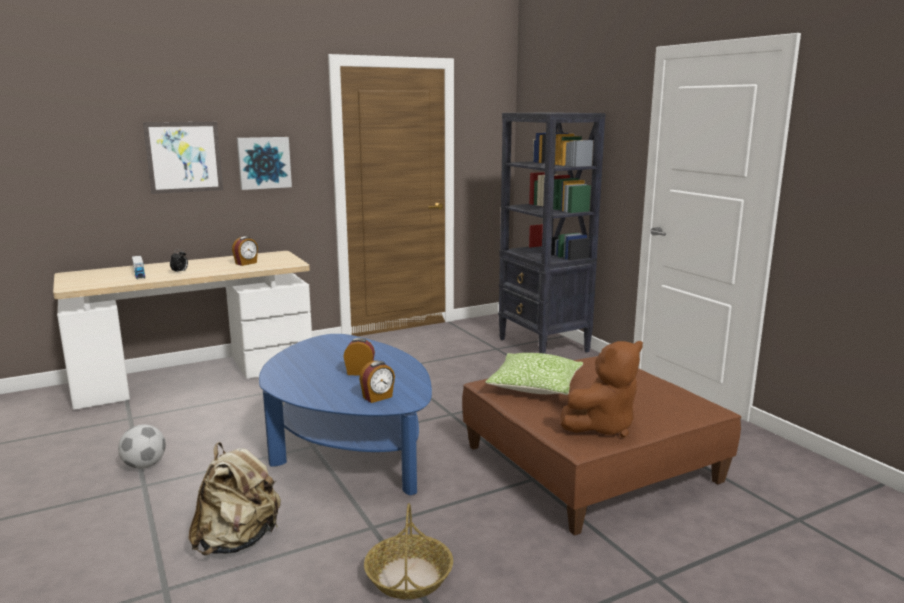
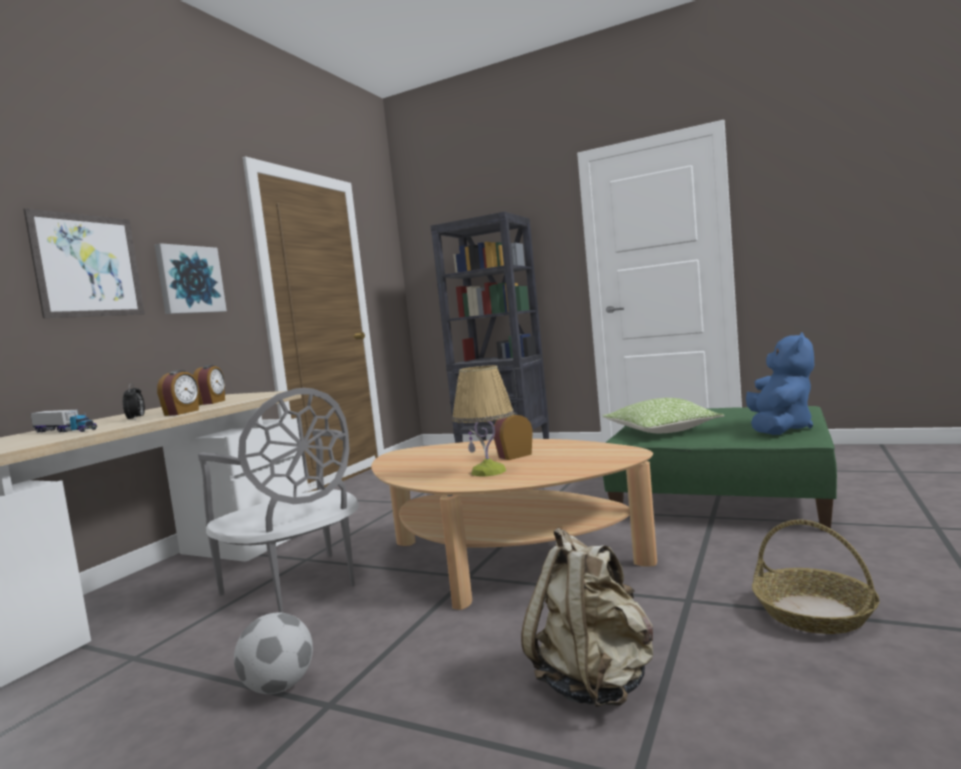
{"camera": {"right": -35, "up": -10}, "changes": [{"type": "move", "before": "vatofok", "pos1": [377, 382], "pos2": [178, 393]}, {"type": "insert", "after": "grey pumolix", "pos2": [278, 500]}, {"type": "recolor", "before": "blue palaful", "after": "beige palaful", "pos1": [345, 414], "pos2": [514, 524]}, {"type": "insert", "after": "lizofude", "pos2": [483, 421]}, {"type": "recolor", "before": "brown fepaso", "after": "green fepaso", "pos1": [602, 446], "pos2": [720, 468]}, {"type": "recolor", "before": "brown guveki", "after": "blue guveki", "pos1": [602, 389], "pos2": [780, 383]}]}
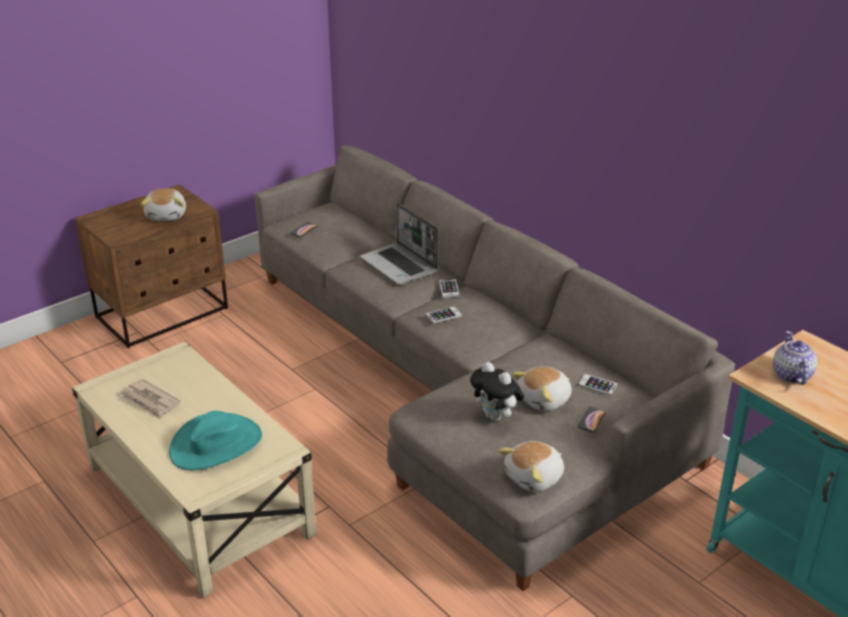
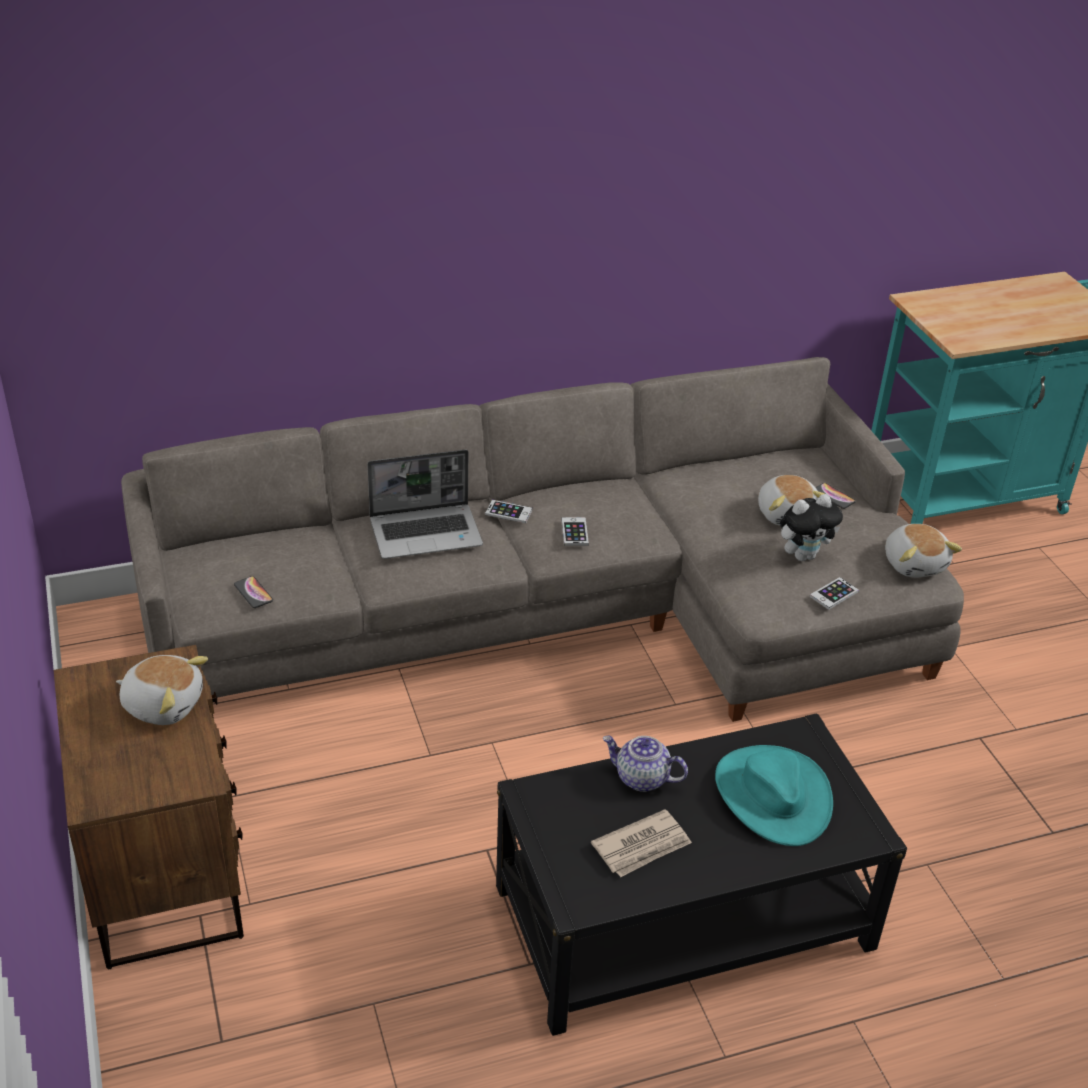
{"camera": {"right": -70, "up": 5}, "changes": [{"type": "recolor", "before": "beige palaful", "after": "black palaful", "pos1": [194, 470], "pos2": [701, 875]}, {"type": "move", "before": "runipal", "pos1": [795, 358], "pos2": [645, 764]}, {"type": "move", "before": "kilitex", "pos1": [597, 385], "pos2": [834, 593]}]}
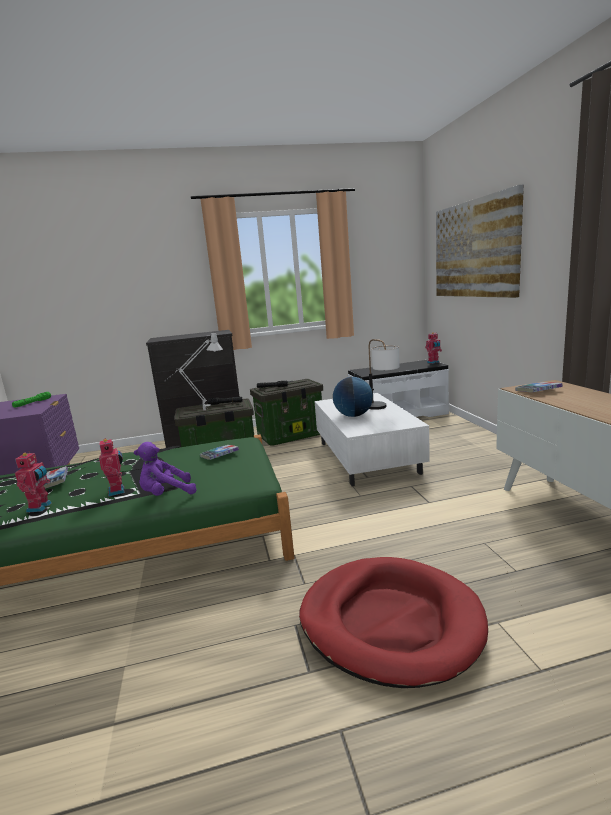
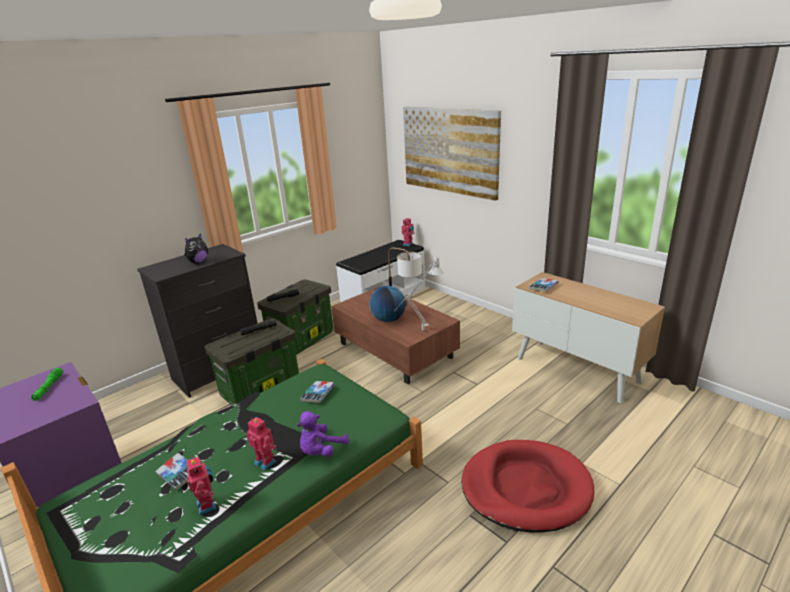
{"camera": {"right": -30, "up": 10}, "changes": [{"type": "insert", "after": "guveki", "pos2": [196, 249]}, {"type": "recolor", "before": "white palaful", "after": "brown palaful", "pos1": [372, 439], "pos2": [395, 335]}, {"type": "move", "before": "grey lizofude", "pos1": [193, 371], "pos2": [419, 293]}]}
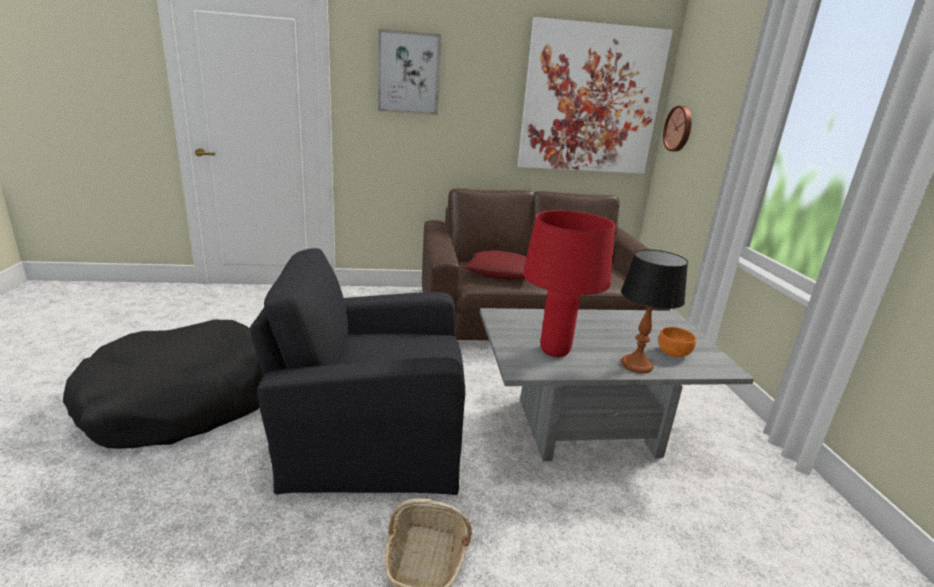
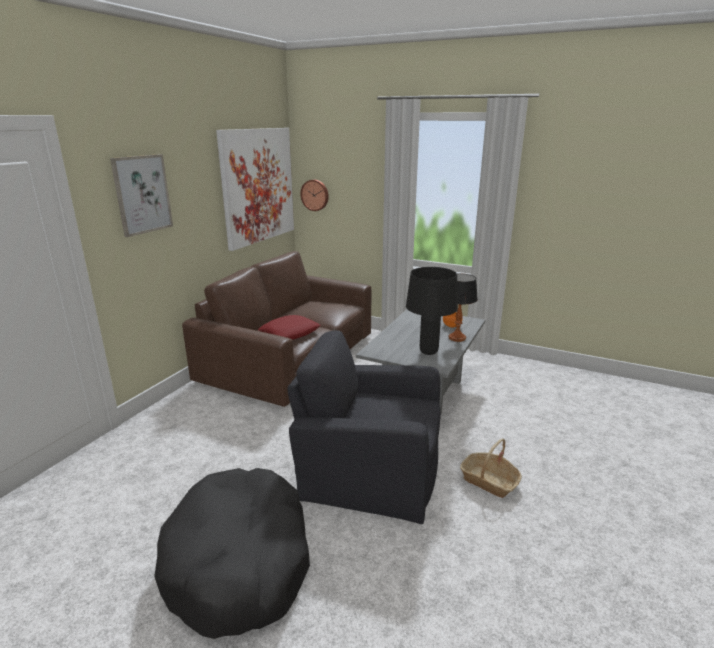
{"camera": {"right": -55, "up": 0}, "changes": [{"type": "rotate", "before": "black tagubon", "pos1": [357, 371], "pos2": [364, 427], "turn": 75}, {"type": "recolor", "before": "red lizofude", "after": "black lizofude", "pos1": [569, 283], "pos2": [432, 311]}]}
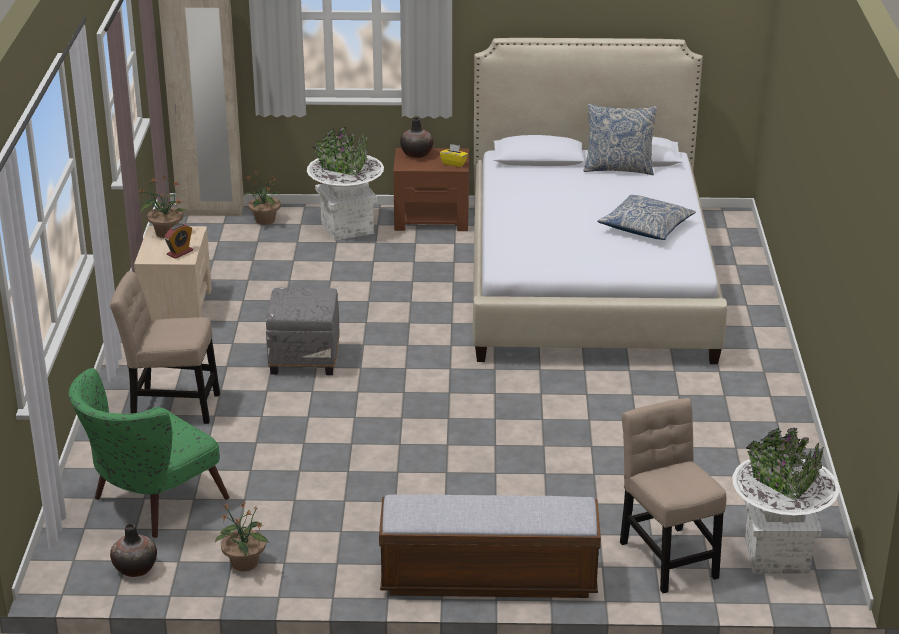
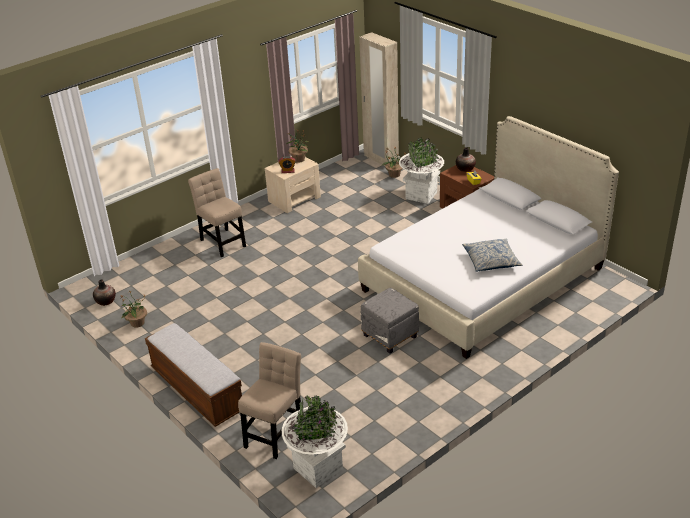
{"camera": {"right": 50, "up": 5}, "changes": [{"type": "move", "before": "grey fepaso", "pos1": [303, 331], "pos2": [389, 321]}, {"type": "delete", "before": "green tagubon", "pos1": [148, 453]}, {"type": "delete", "before": "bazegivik", "pos1": [620, 139]}]}
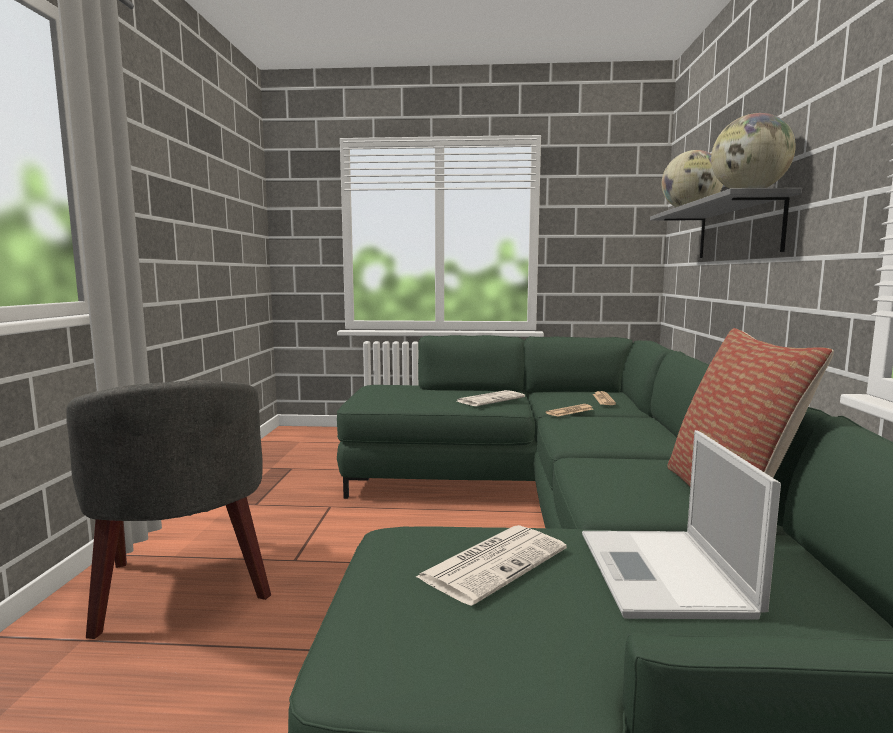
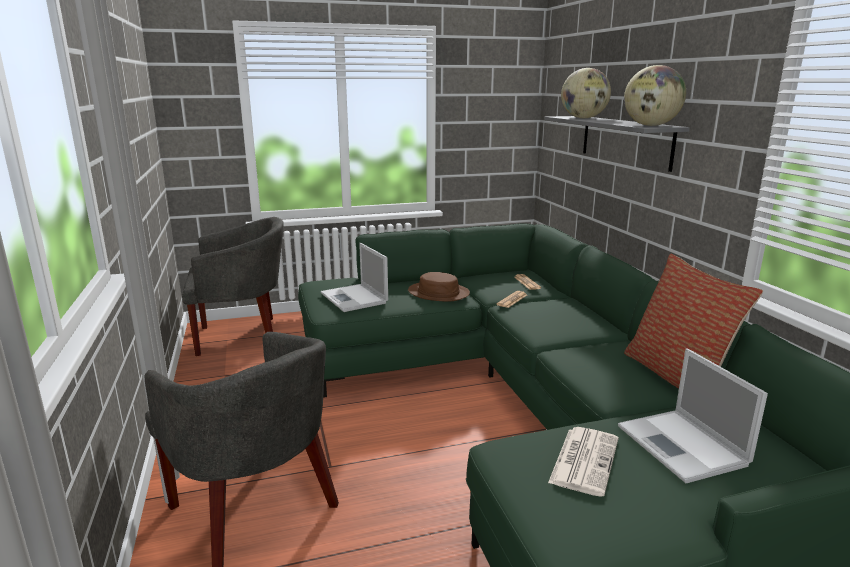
{"camera": {"right": -20, "up": 10}, "changes": [{"type": "insert", "after": "grey tagubon", "pos2": [233, 286]}, {"type": "insert", "after": "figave", "pos2": [354, 277]}, {"type": "replace", "before": "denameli", "after": "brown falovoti", "pos1": [491, 398], "pos2": [439, 287]}]}
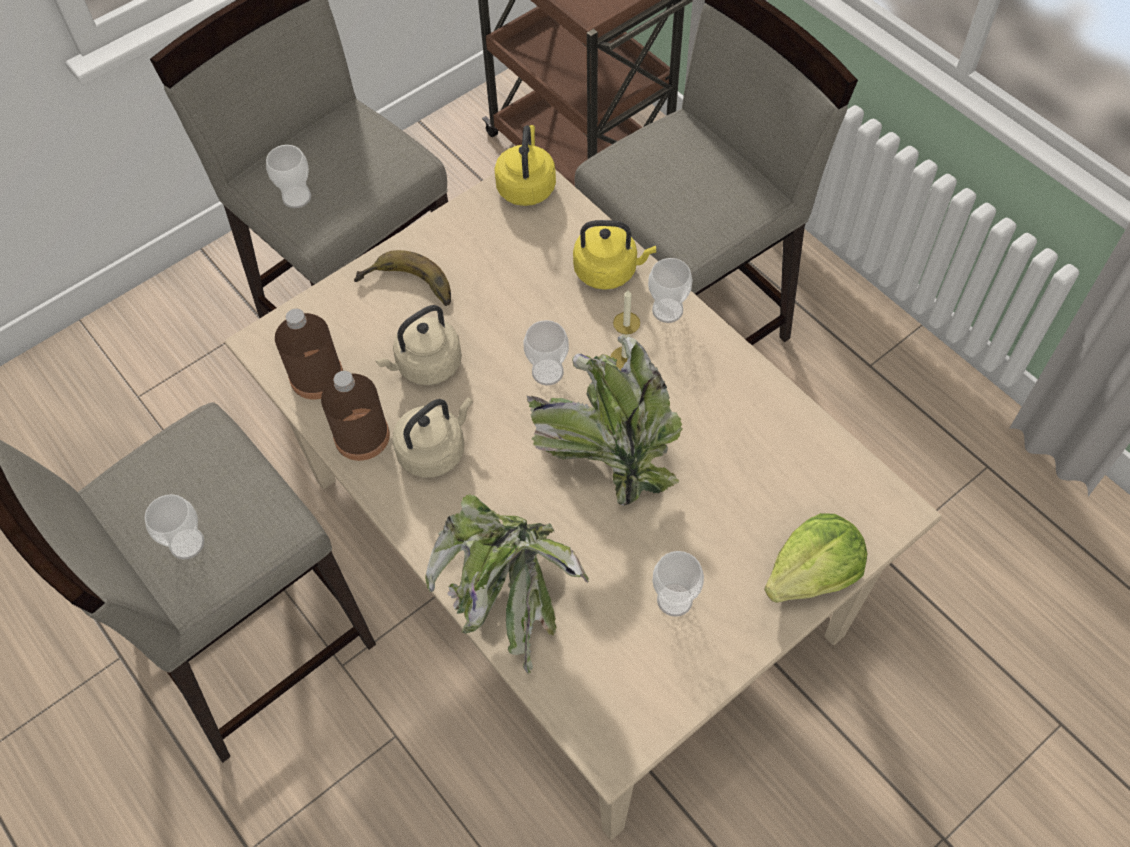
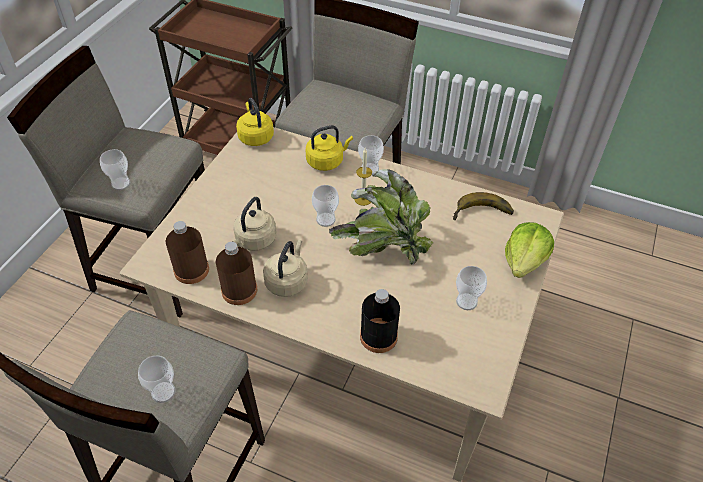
{"camera": {"right": -30, "up": -10}, "changes": [{"type": "replace", "before": "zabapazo", "after": "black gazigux", "pos1": [507, 584], "pos2": [380, 321]}, {"type": "move", "before": "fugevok", "pos1": [402, 278], "pos2": [483, 206]}]}
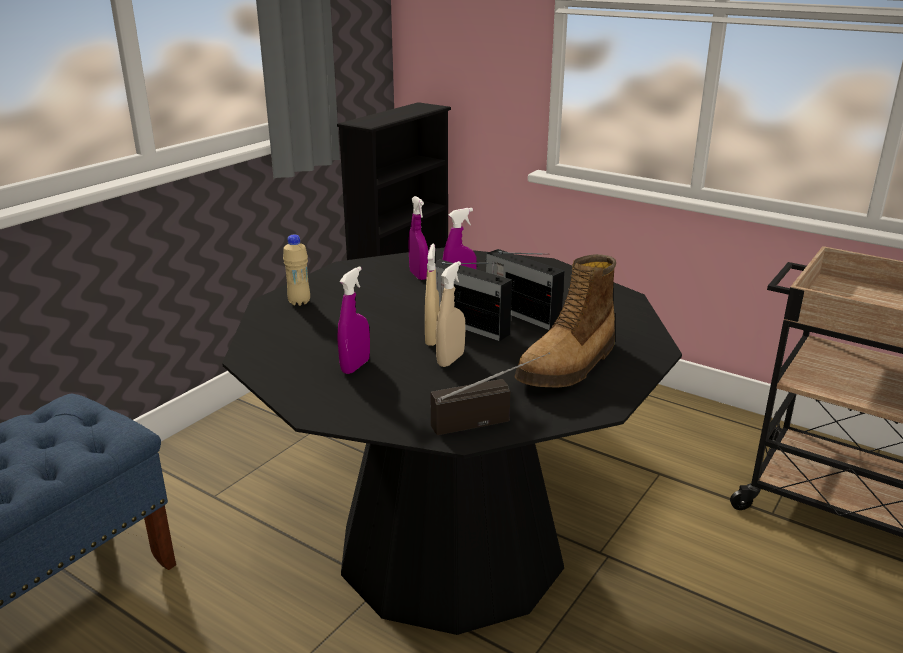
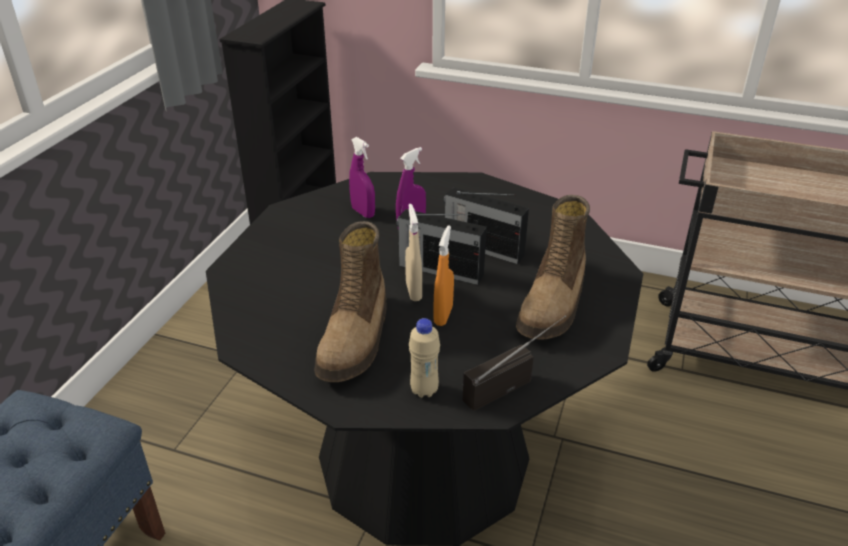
{"camera": {"right": -15, "up": 10}, "changes": [{"type": "replace", "before": "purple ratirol", "after": "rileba", "pos1": [353, 320], "pos2": [350, 301]}, {"type": "move", "before": "beige gazigux", "pos1": [296, 270], "pos2": [424, 358]}, {"type": "recolor", "before": "beige ratirol", "after": "orange ratirol", "pos1": [450, 314], "pos2": [443, 275]}]}
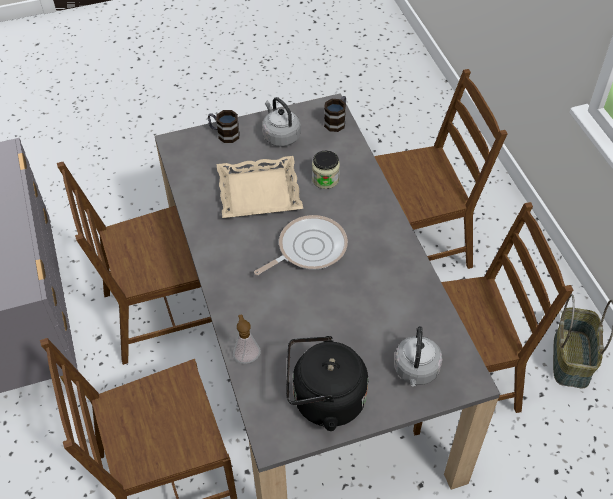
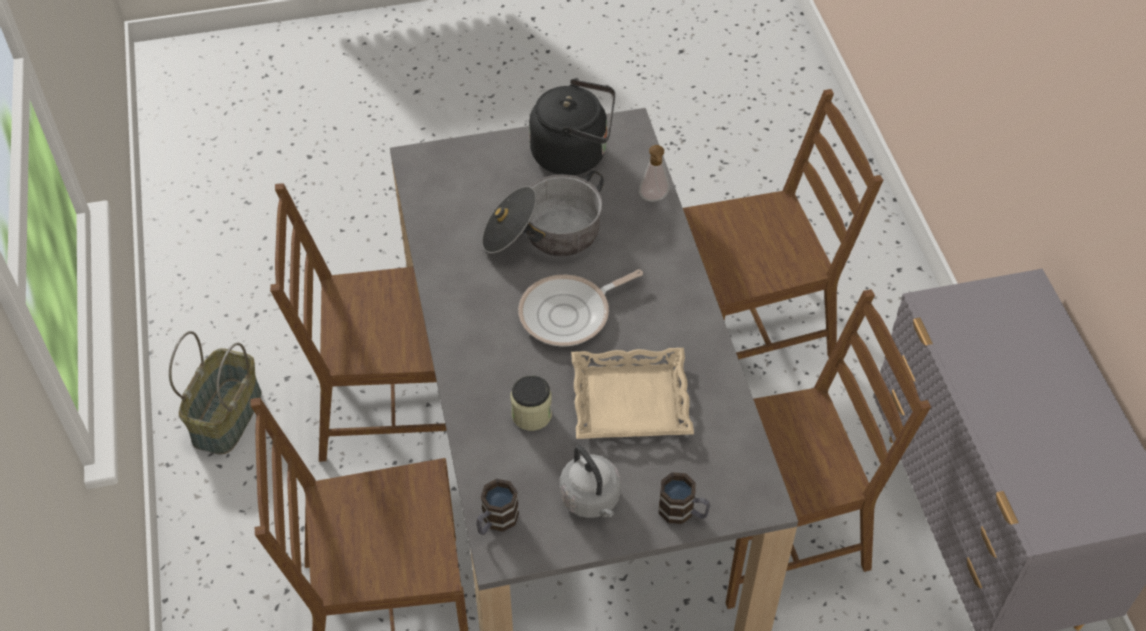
{"camera": {"right": -175, "up": 0}, "changes": [{"type": "insert", "after": "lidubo", "pos2": [543, 213]}, {"type": "delete", "before": "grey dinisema", "pos1": [418, 356]}]}
